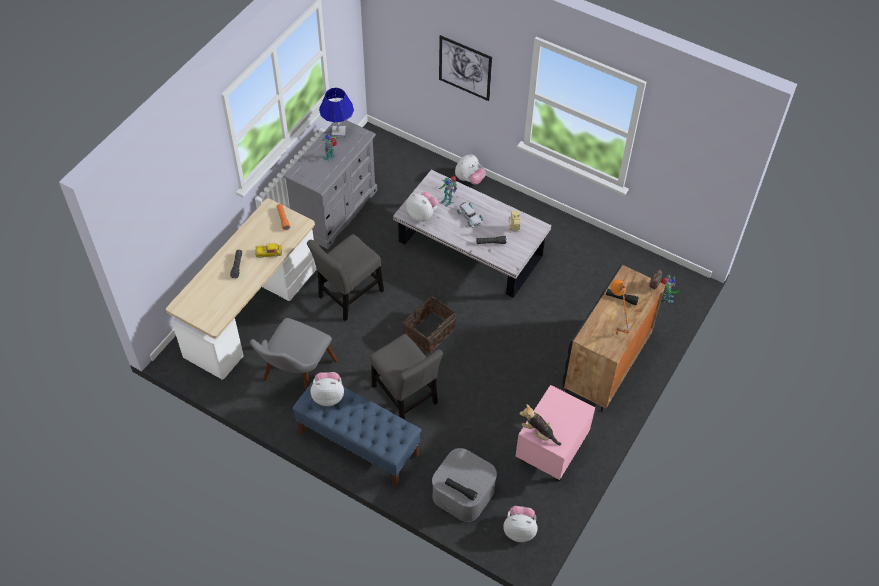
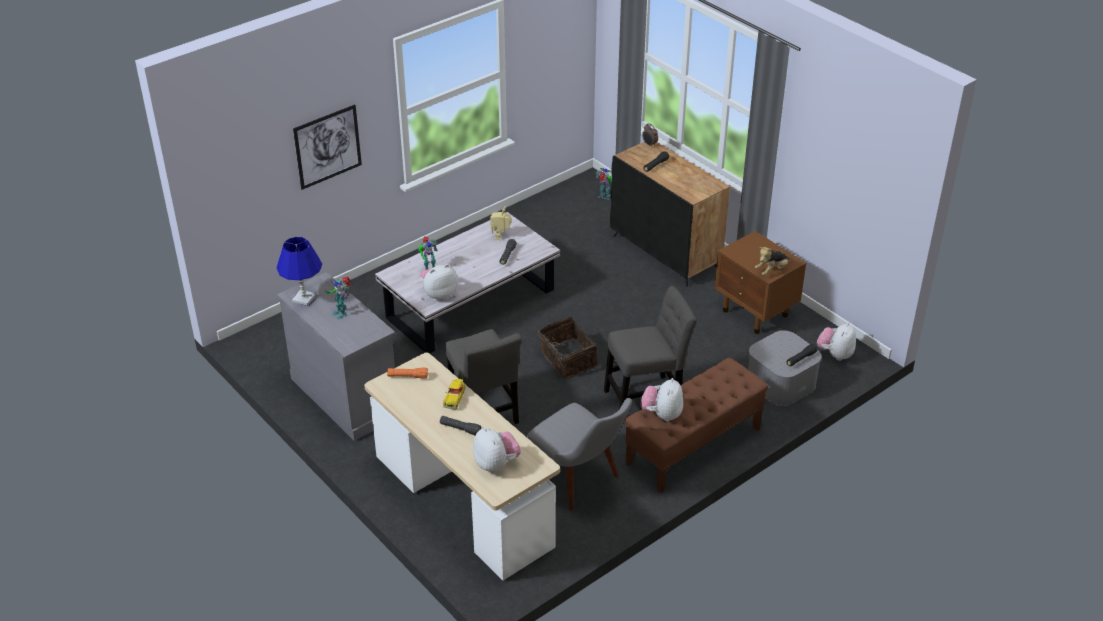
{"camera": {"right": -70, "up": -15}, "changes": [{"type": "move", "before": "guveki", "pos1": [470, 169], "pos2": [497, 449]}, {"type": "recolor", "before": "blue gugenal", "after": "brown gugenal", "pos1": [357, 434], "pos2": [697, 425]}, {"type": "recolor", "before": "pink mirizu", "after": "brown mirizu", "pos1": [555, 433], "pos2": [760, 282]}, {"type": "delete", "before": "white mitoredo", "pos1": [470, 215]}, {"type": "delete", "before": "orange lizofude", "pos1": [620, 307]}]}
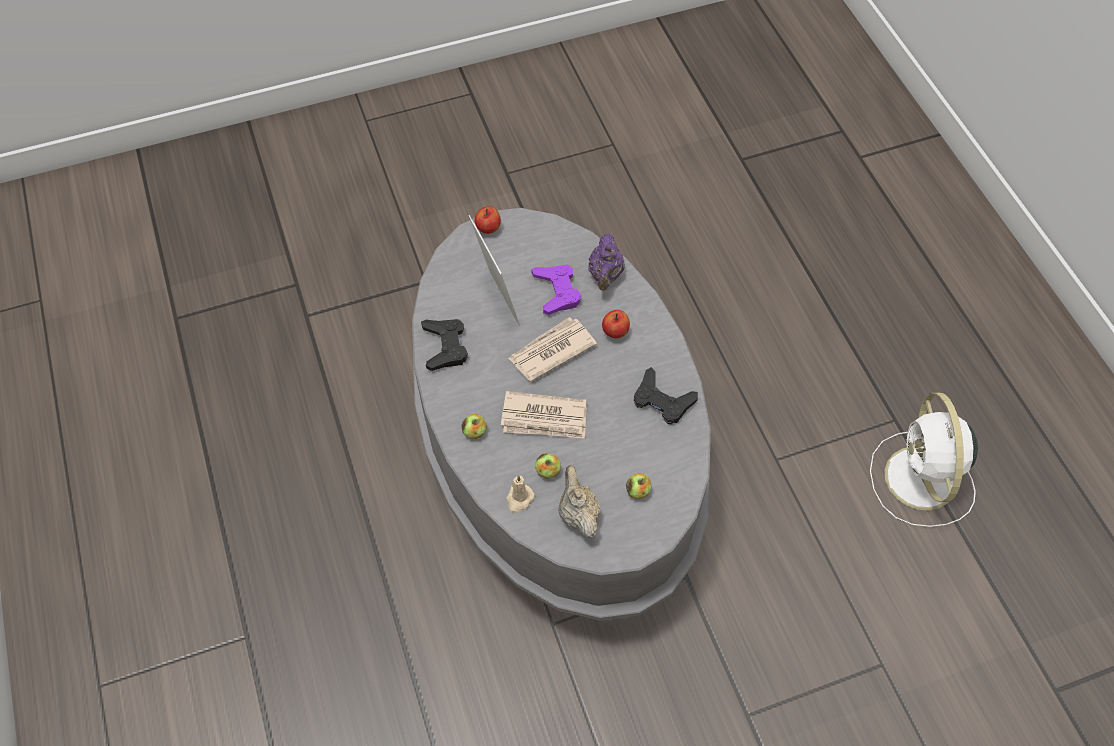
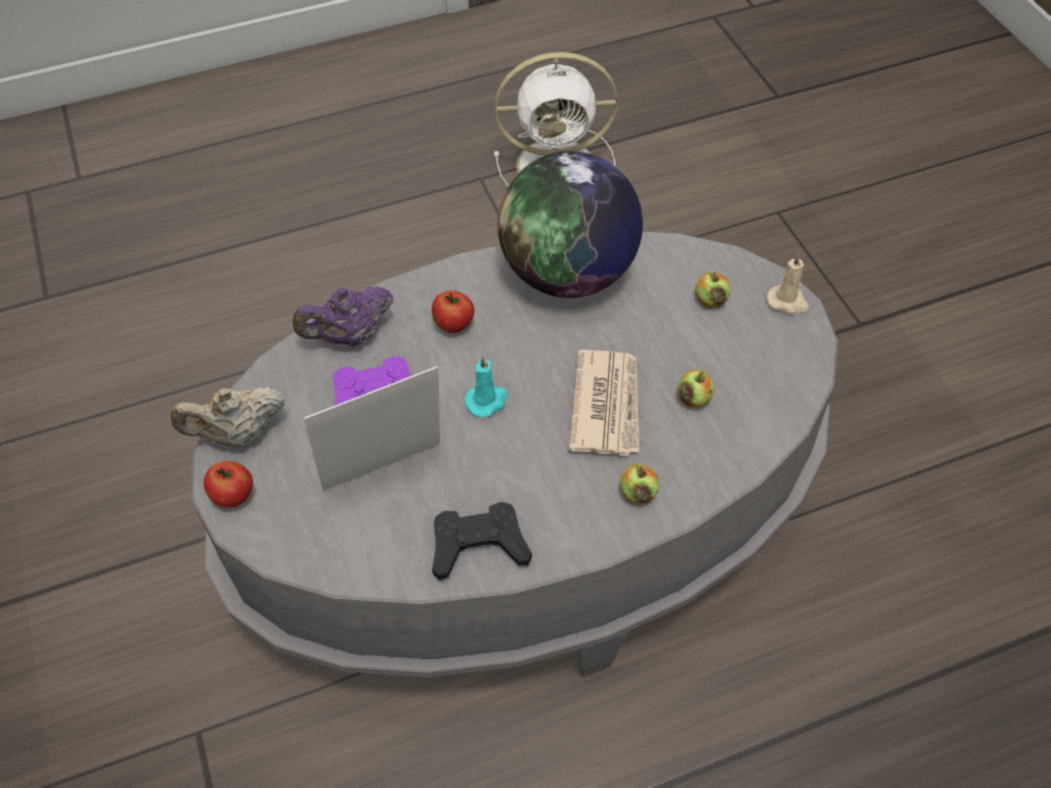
{"camera": {"right": -90, "up": -5}, "changes": [{"type": "move", "before": "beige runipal", "pos1": [579, 501], "pos2": [228, 417]}, {"type": "rotate", "before": "purple runipal", "pos1": [606, 262], "pos2": [343, 316], "turn": 150}, {"type": "replace", "before": "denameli", "after": "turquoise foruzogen", "pos1": [552, 349], "pos2": [486, 386]}, {"type": "replace", "before": "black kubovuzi", "after": "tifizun", "pos1": [666, 396], "pos2": [570, 224]}, {"type": "move", "before": "beige foruzogen", "pos1": [520, 494], "pos2": [787, 283]}]}
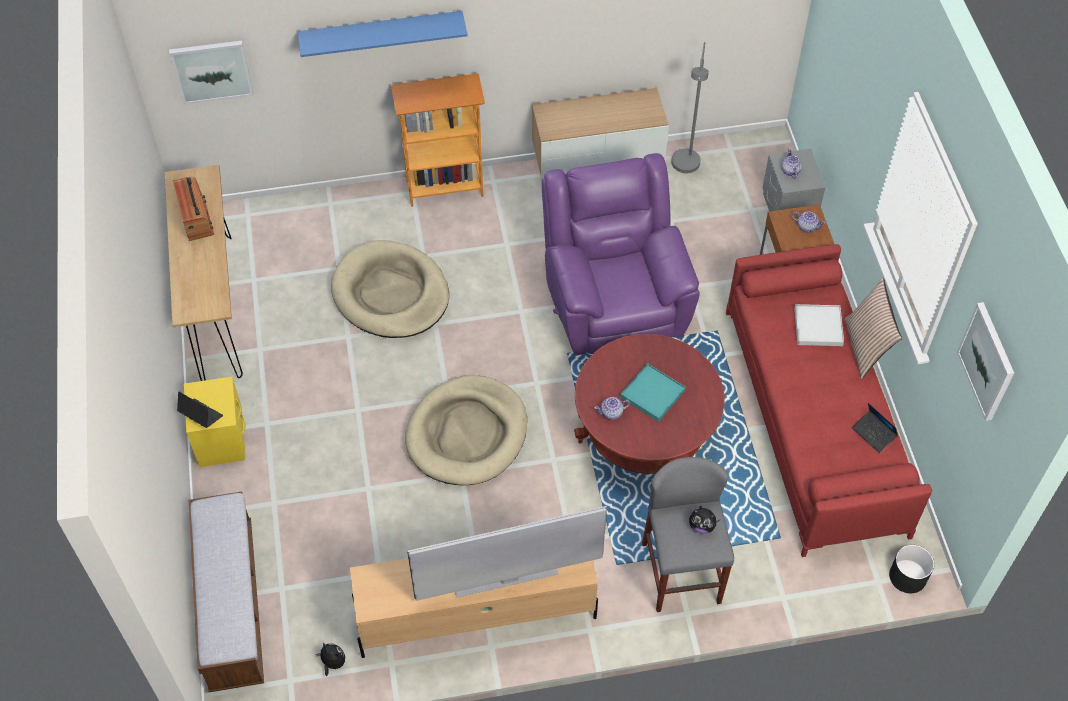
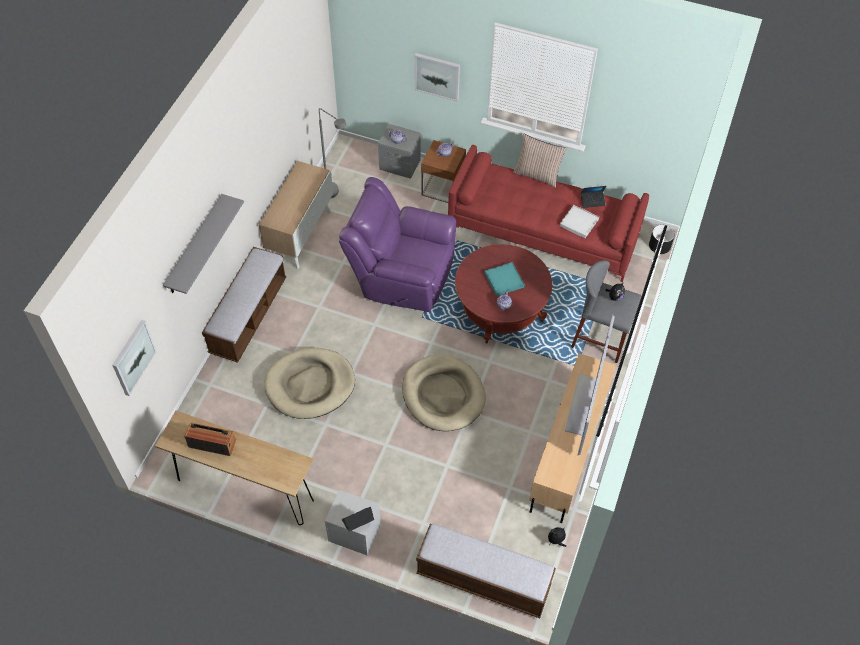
{"camera": {"right": -60, "up": 0}, "changes": [{"type": "recolor", "before": "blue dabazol", "after": "grey dabazol", "pos1": [383, 34], "pos2": [203, 244]}, {"type": "replace", "before": "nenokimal", "after": "gugenal", "pos1": [438, 140], "pos2": [244, 305]}, {"type": "recolor", "before": "yellow mirizu", "after": "grey mirizu", "pos1": [215, 422], "pos2": [353, 523]}, {"type": "move", "before": "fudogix", "pos1": [985, 361], "pos2": [437, 77]}, {"type": "move", "before": "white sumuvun", "pos1": [819, 325], "pos2": [579, 221]}]}
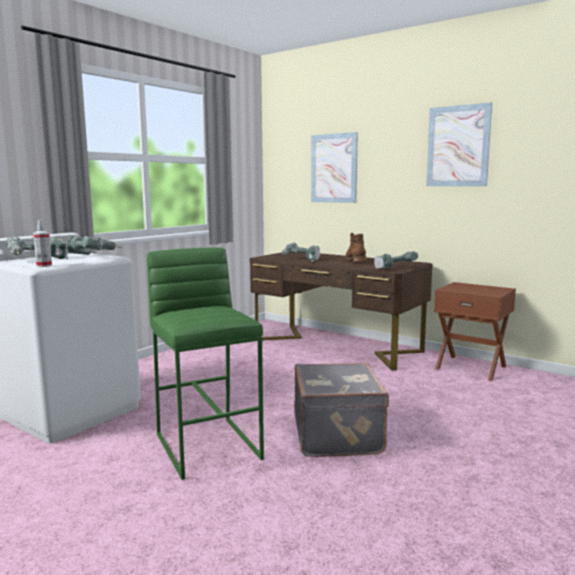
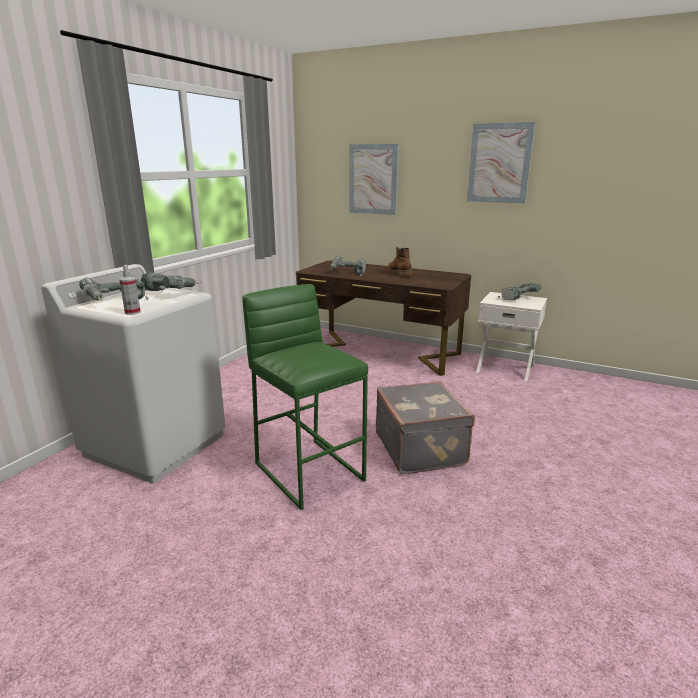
{"camera": {"right": -10, "up": 10}, "changes": [{"type": "recolor", "before": "brown mirizu", "after": "white mirizu", "pos1": [475, 331], "pos2": [511, 336]}, {"type": "move", "before": "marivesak", "pos1": [395, 260], "pos2": [519, 291]}]}
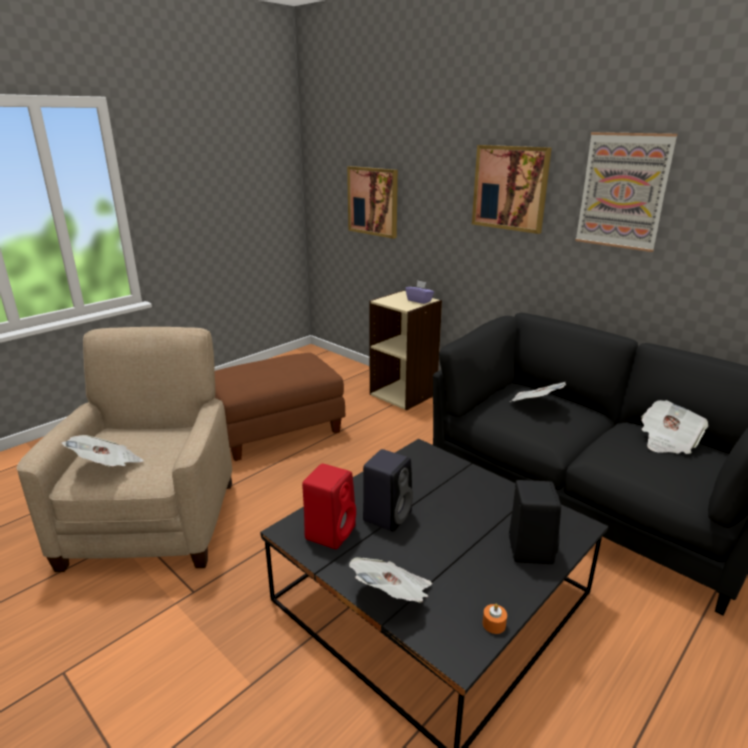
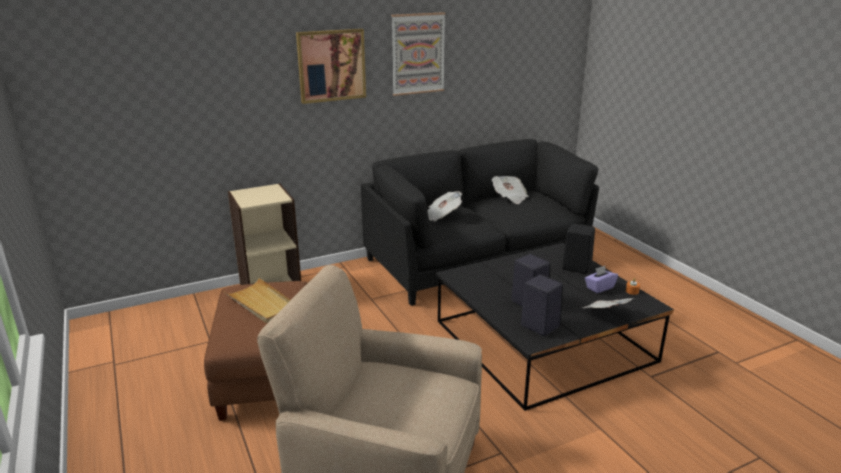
{"camera": {"right": -70, "up": 0}, "changes": [{"type": "insert", "after": "beige sumuvun", "pos2": [257, 300]}, {"type": "recolor", "before": "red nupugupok", "after": "black nupugupok", "pos1": [329, 506], "pos2": [542, 305]}, {"type": "move", "before": "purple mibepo", "pos1": [420, 292], "pos2": [601, 279]}, {"type": "delete", "before": "denameli", "pos1": [103, 451]}, {"type": "delete", "before": "fudogix", "pos1": [372, 202]}]}
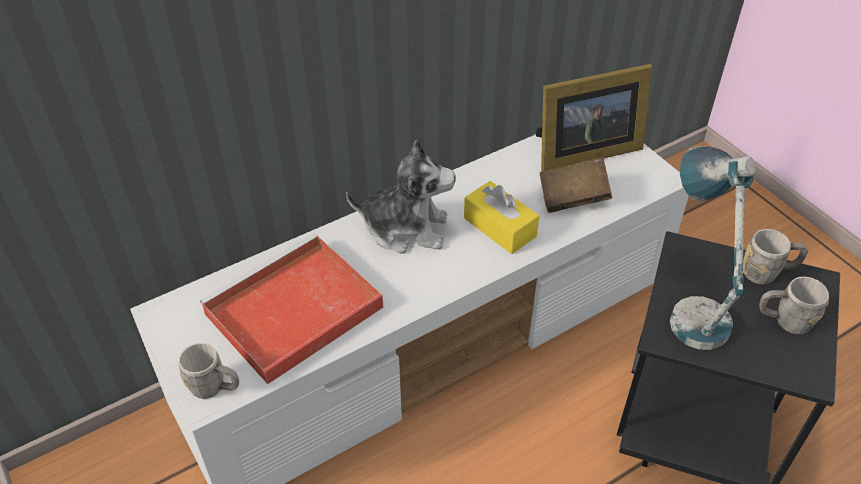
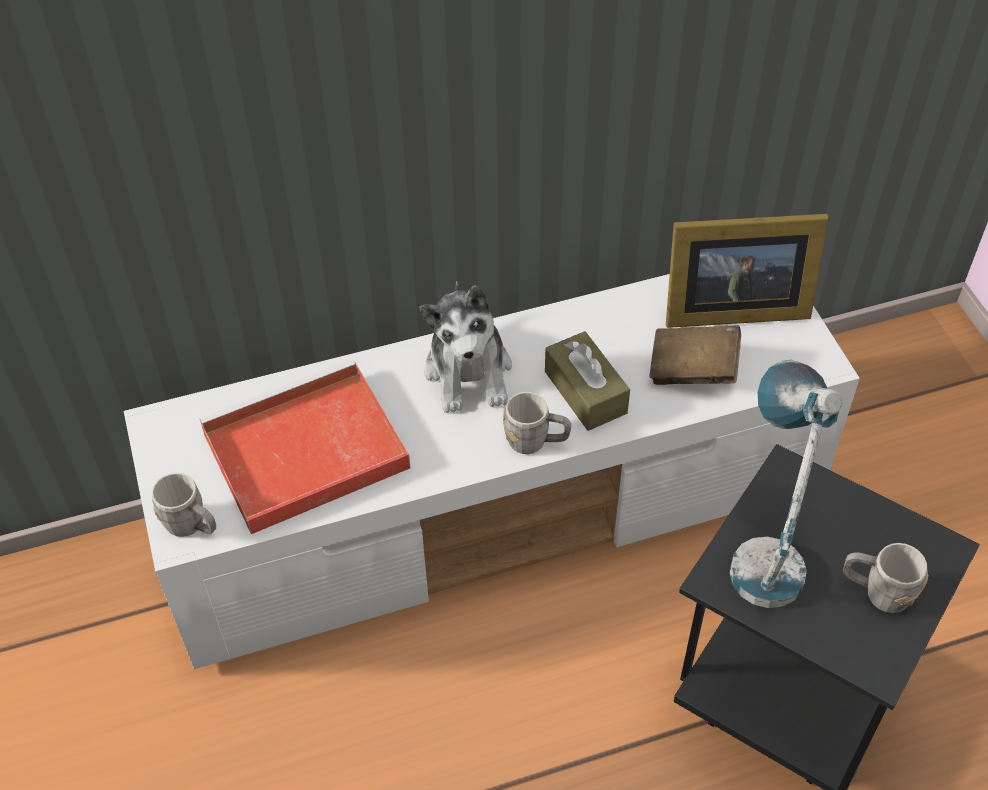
{"camera": {"right": 15, "up": 5}, "changes": [{"type": "rotate", "before": "guveki", "pos1": [401, 197], "pos2": [466, 347], "turn": 60}, {"type": "move", "before": "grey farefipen", "pos1": [775, 257], "pos2": [537, 423]}, {"type": "recolor", "before": "yellow mibepo", "after": "brown mibepo", "pos1": [501, 217], "pos2": [587, 381]}]}
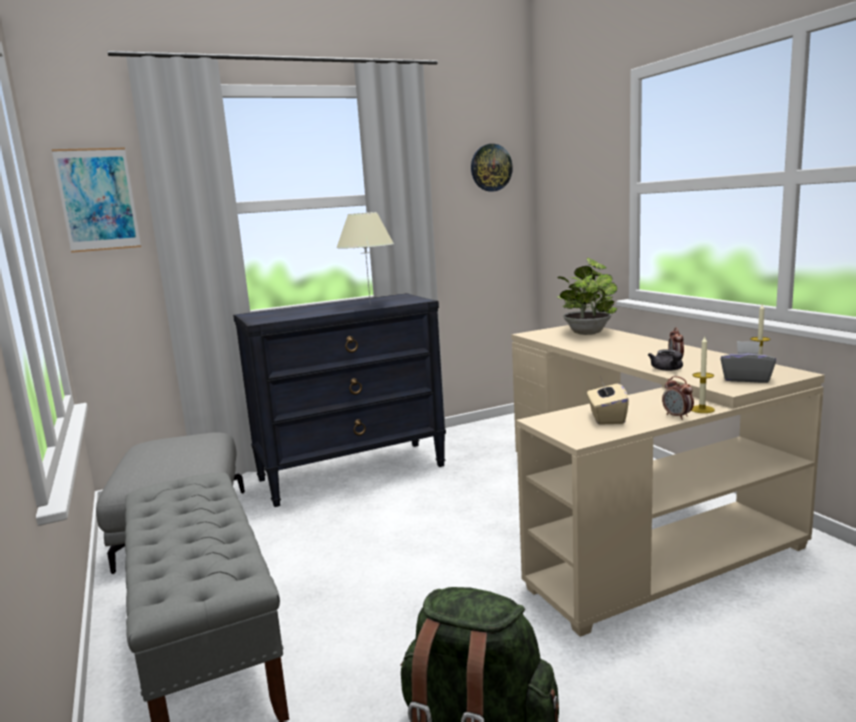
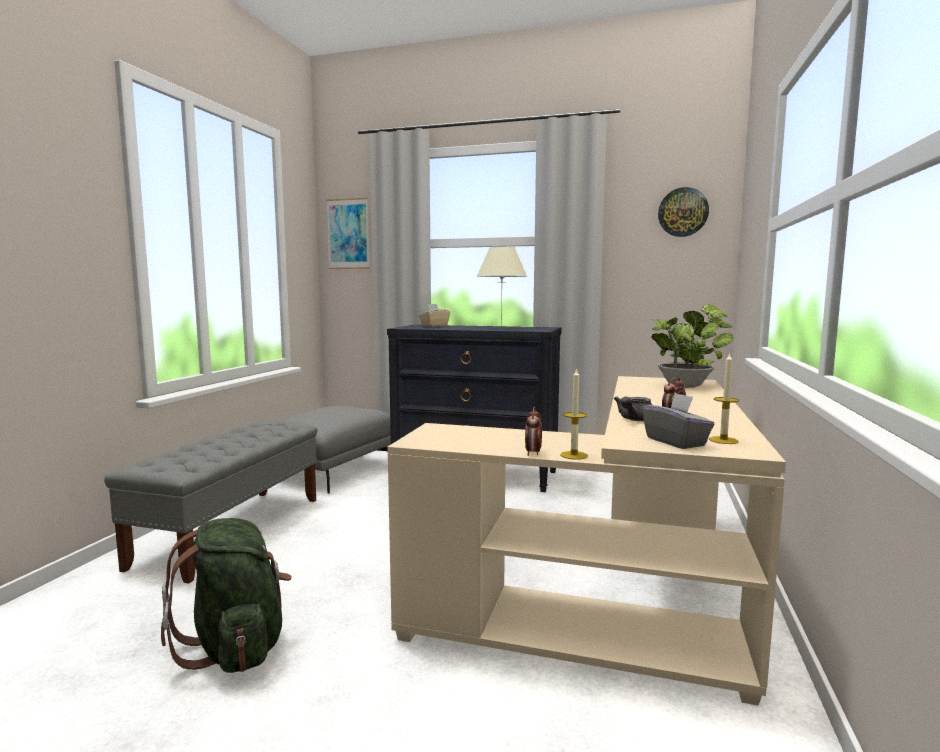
{"camera": {"right": 40, "up": -5}, "changes": [{"type": "move", "before": "beige mibepo", "pos1": [608, 400], "pos2": [434, 315]}]}
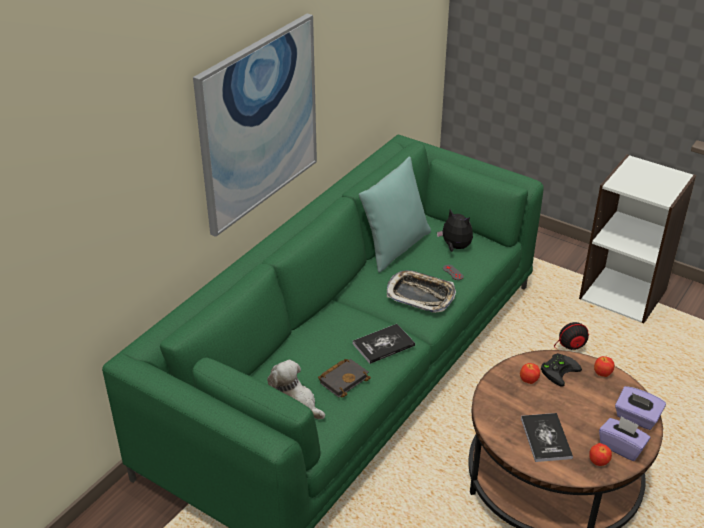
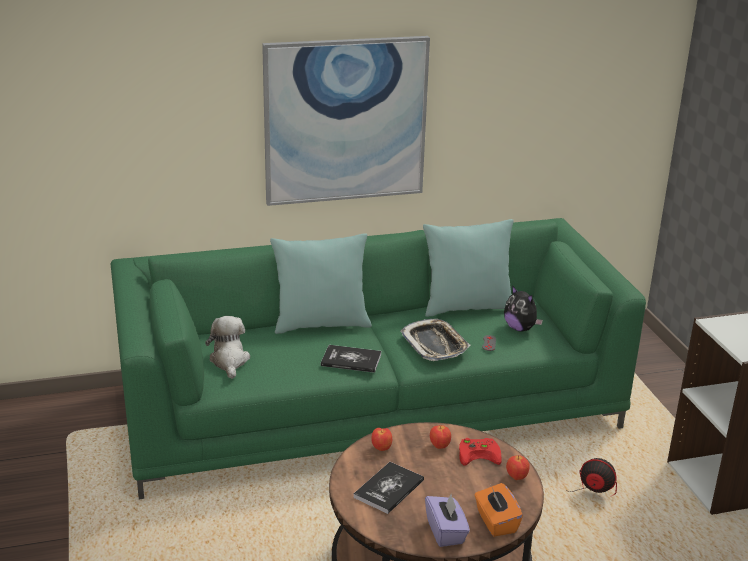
{"camera": {"right": 40, "up": -10}, "changes": [{"type": "insert", "after": "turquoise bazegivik", "pos2": [321, 283]}, {"type": "move", "before": "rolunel", "pos1": [600, 454], "pos2": [381, 439]}, {"type": "recolor", "before": "black kubovuzi", "after": "red kubovuzi", "pos1": [561, 370], "pos2": [480, 452]}, {"type": "recolor", "before": "purple mibepo", "after": "orange mibepo", "pos1": [640, 408], "pos2": [498, 510]}, {"type": "rotate", "before": "guveki", "pos1": [455, 230], "pos2": [523, 308], "turn": 150}, {"type": "delete", "before": "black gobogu", "pos1": [344, 378]}]}
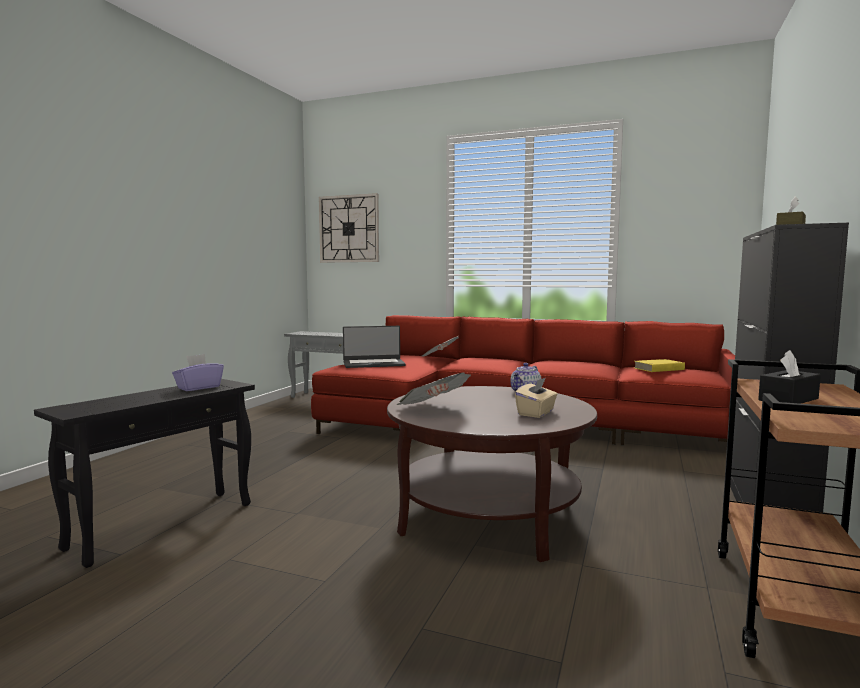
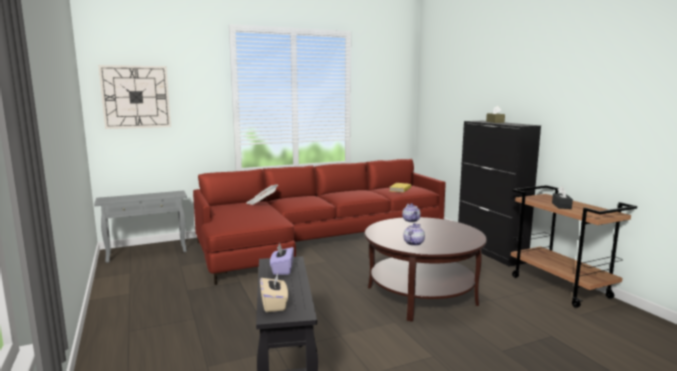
{"camera": {"right": -45, "up": 5}, "changes": [{"type": "move", "before": "beige mibepo", "pos1": [536, 398], "pos2": [274, 292]}, {"type": "replace", "before": "denameli", "after": "runipal", "pos1": [433, 388], "pos2": [414, 234]}, {"type": "delete", "before": "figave", "pos1": [374, 347]}]}
